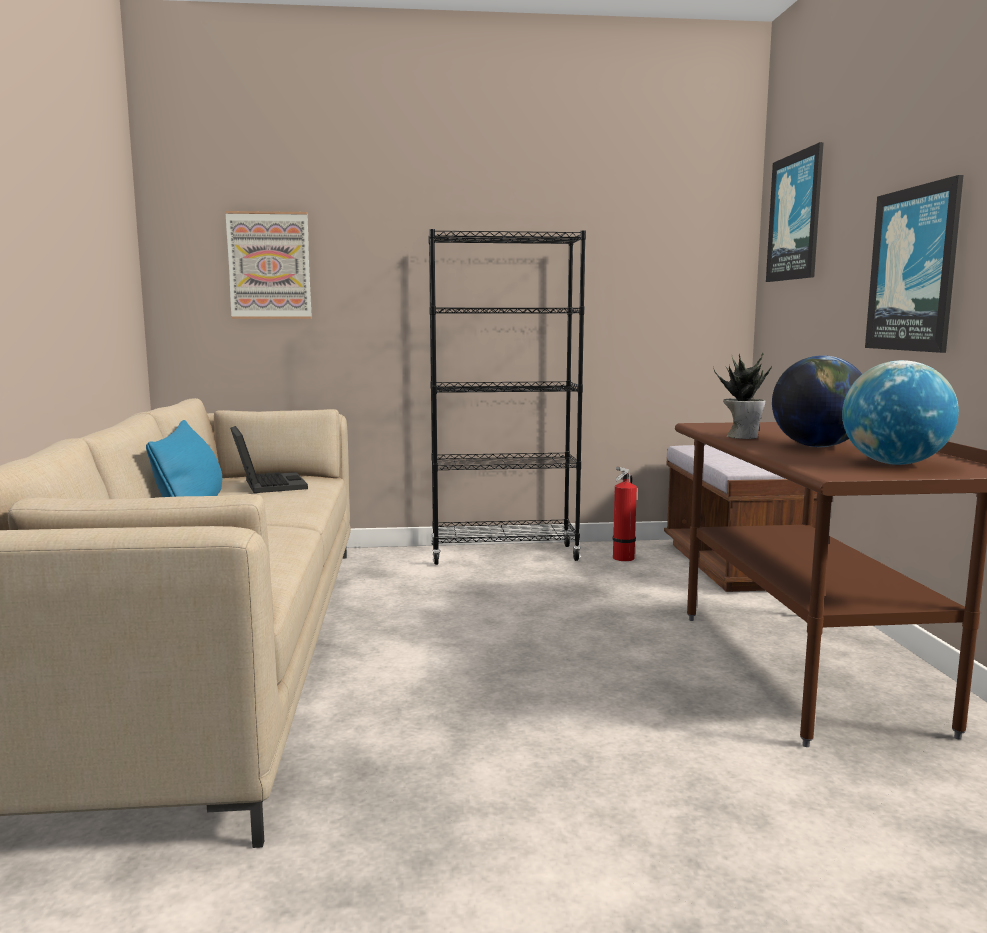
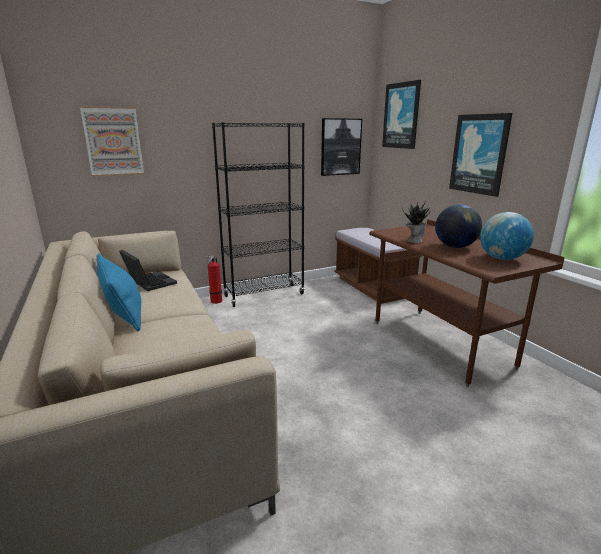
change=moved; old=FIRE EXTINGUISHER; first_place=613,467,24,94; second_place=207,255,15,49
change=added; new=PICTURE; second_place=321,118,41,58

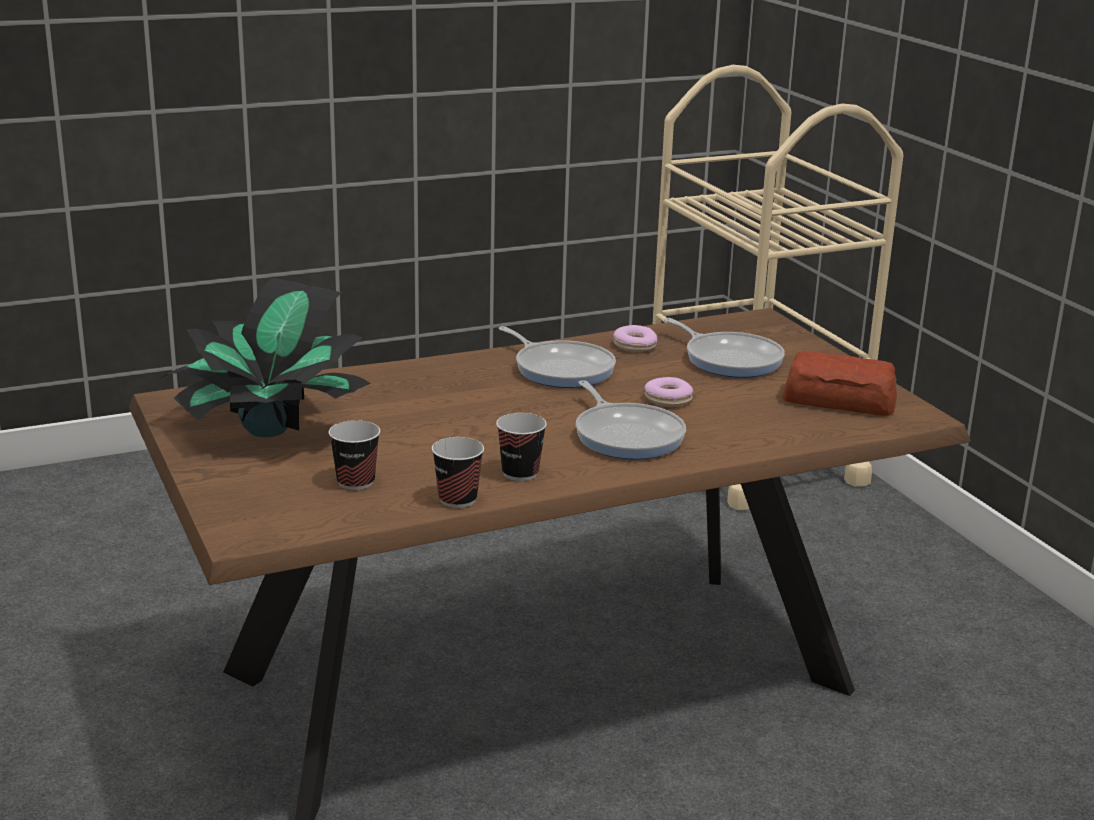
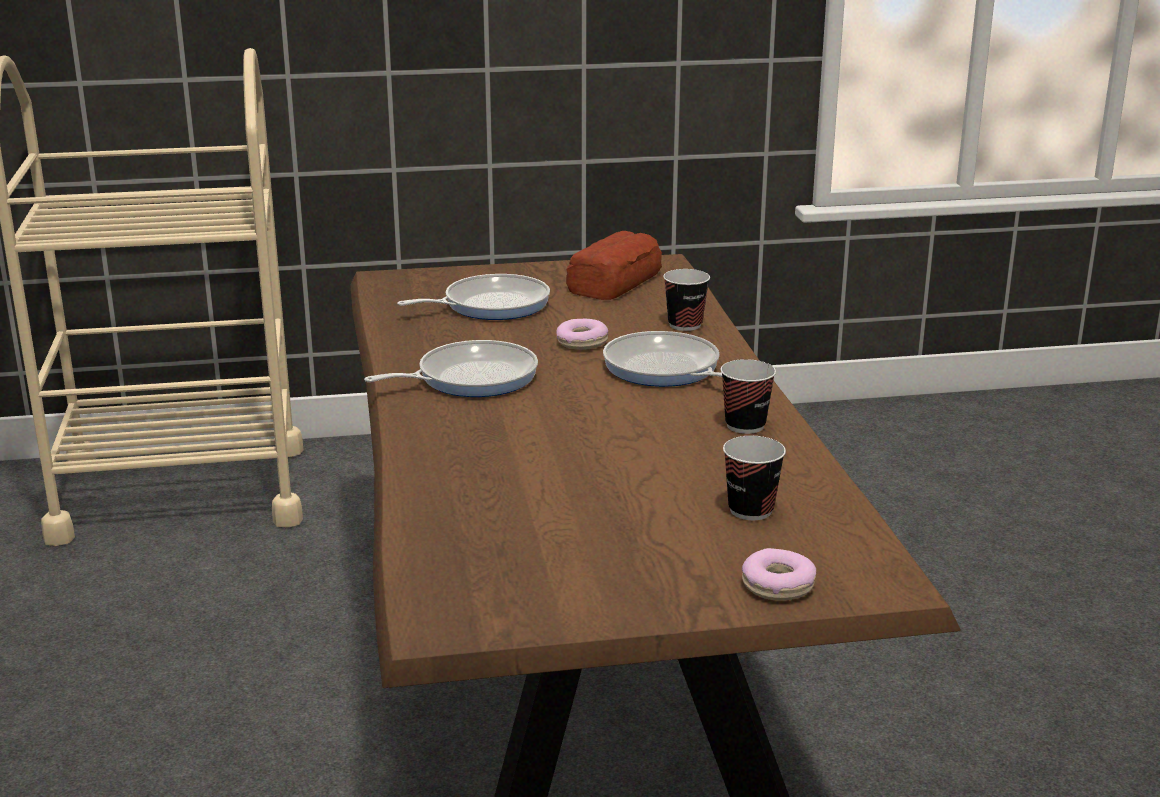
change=turned; old=FRYING PAN; first_place=576,380,110,80; second_place=603,331,119,56; degrees=-120
change=moved; old=CUP; first_place=432,437,52,71; second_place=663,269,47,62
change=moved; old=DONUT; first_place=613,325,44,27; second_place=742,548,74,53
change=removed; old=POTTED PLANT; first_place=161,278,210,159

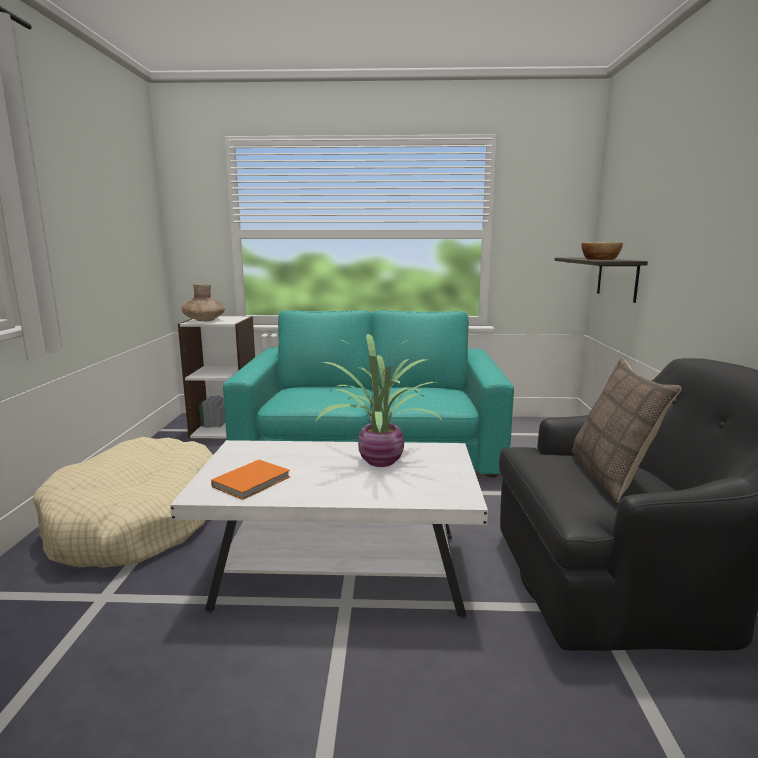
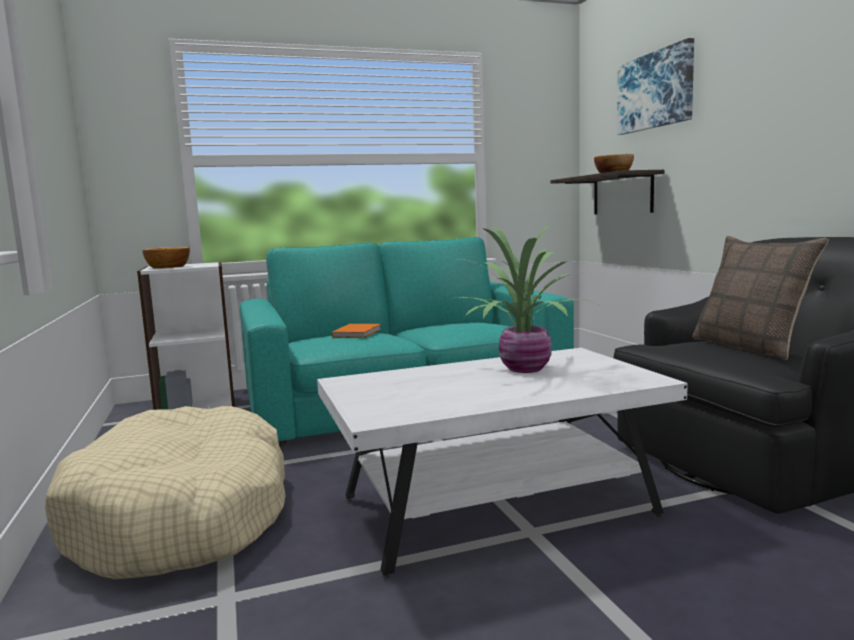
change=replaced; old=BROWN VASE; new=BOWL; first_place=181,284,44,37; second_place=142,247,48,21
change=moved; old=ORANGE BOOK; first_place=211,460,79,40; second_place=332,324,49,14
change=added; new=PICTURE; second_place=617,38,77,97

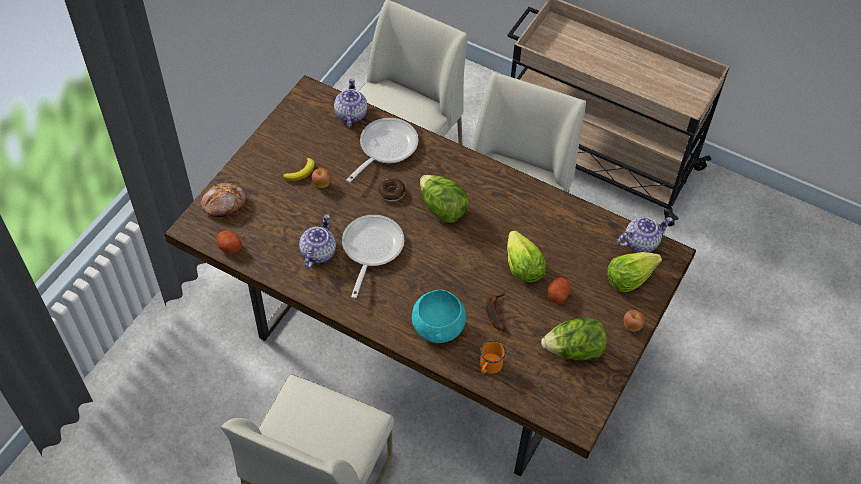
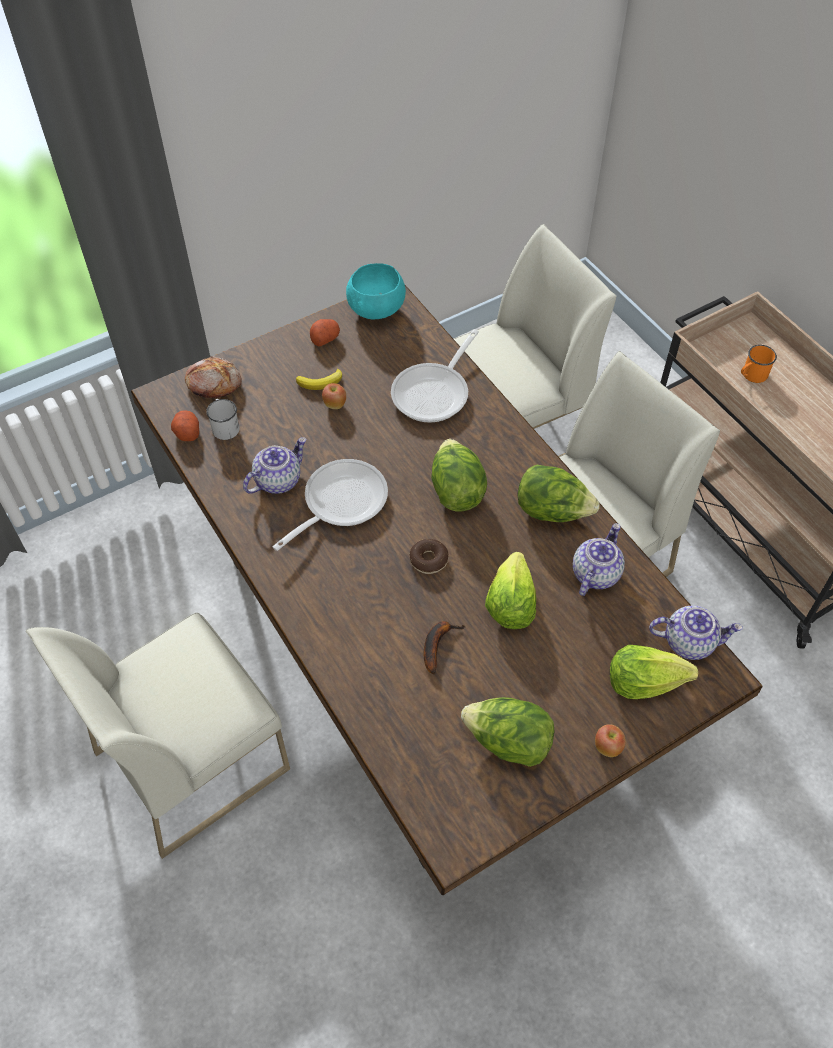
change=added; new=WHITE MUG; second_place=206,399,33,41
change=moved; old=POTATO; first_place=548,278,23,26; second_place=310,319,30,27
change=moved; old=TURQUOISE BOWL; first_place=412,290,54,53; second_place=346,263,60,56
change=turned; old=FRYING PAN; first_place=346,118,73,64; second_place=391,329,88,94; degrees=150
change=moved; old=DONUT; first_place=378,178,27,24; second_place=410,539,39,35
change=added; new=LETTUCE; second_place=518,465,82,57
change=moved; old=TEAPOT; first_place=334,78,33,50; second_place=573,523,52,73
change=moved; old=ORANGE MUG; first_place=480,341,26,33; second_place=741,345,36,38

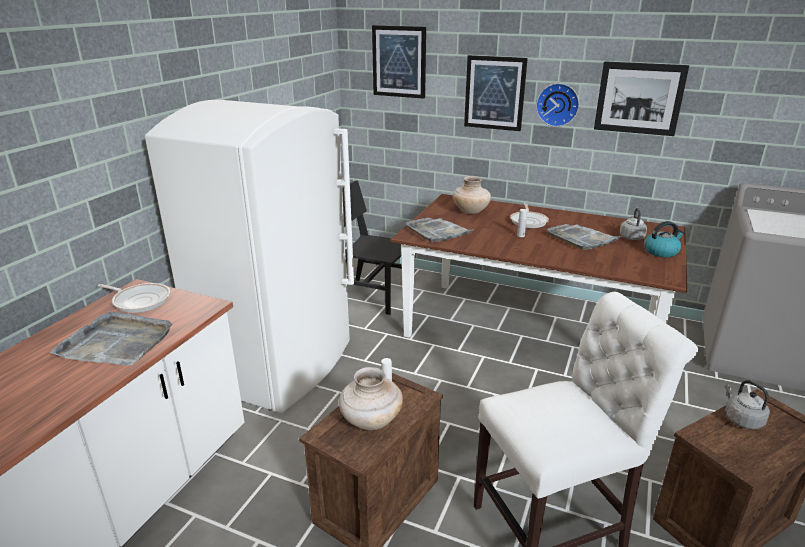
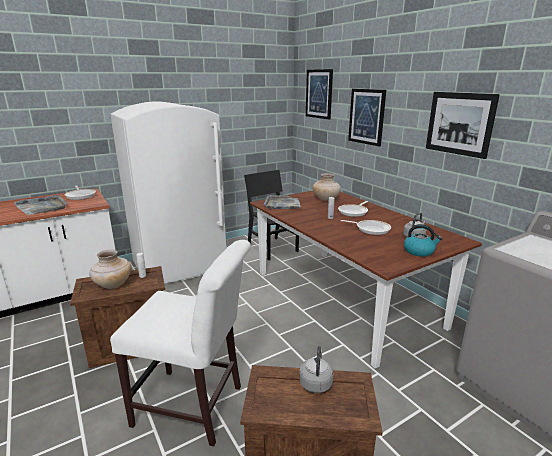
change=replaced; old=GREY TRAY; new=FRYING PAN; first_place=547,224,74,26; second_place=341,220,50,15
change=removed; old=WALL CLOCK; first_place=536,83,43,44

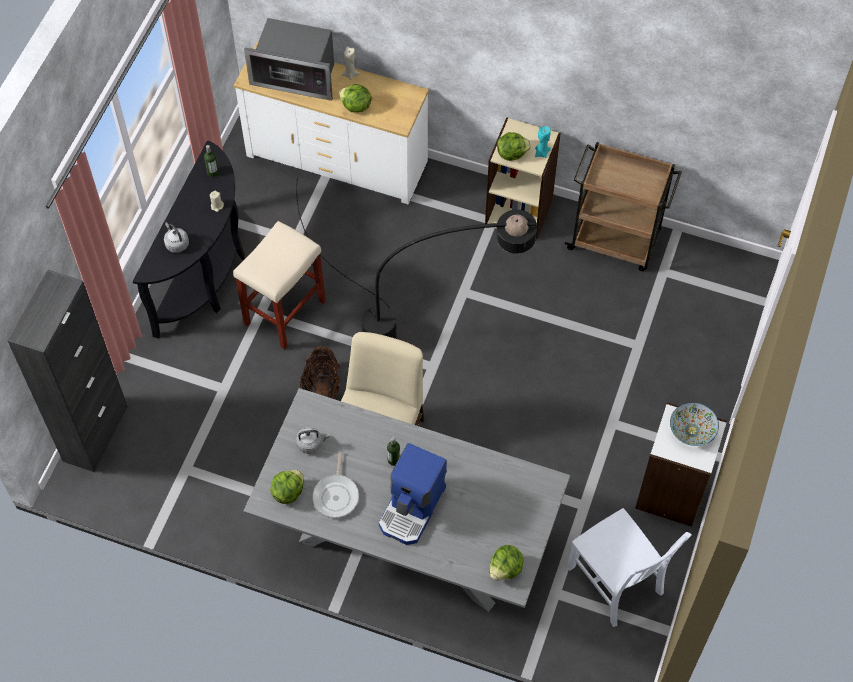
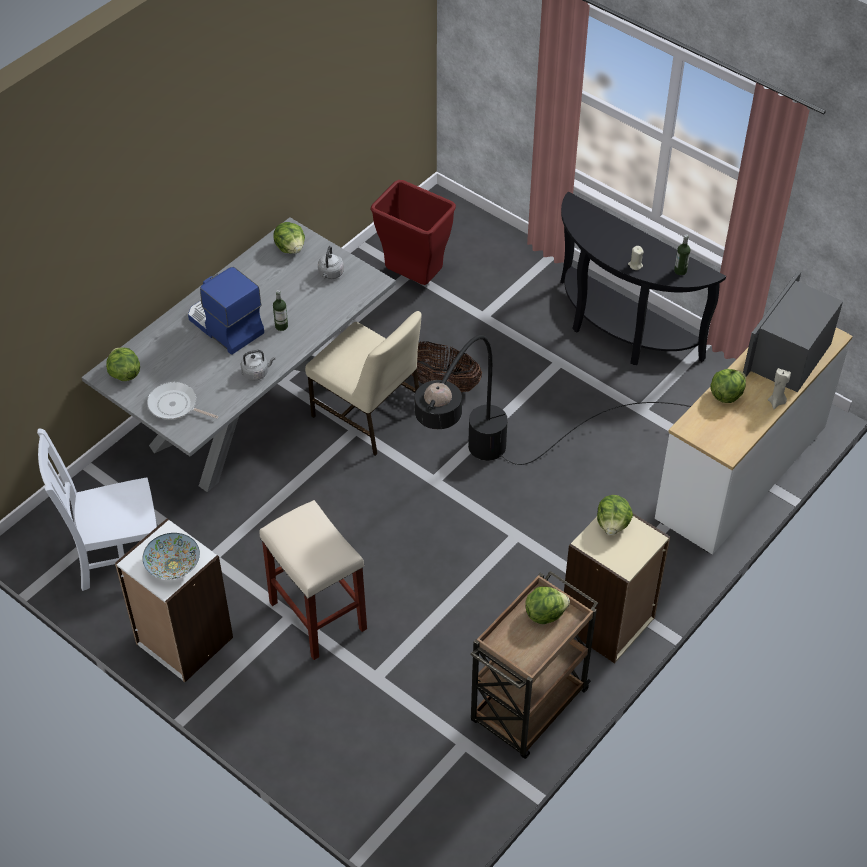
change=moved; old=FRYING PAN; first_place=312,452,47,66; second_place=147,382,72,37
change=moved; old=GREY KETTLE; first_place=164,222,25,31; second_place=240,350,35,31
change=moved; old=BEIGE STOOL; first_place=233,221,93,128; second_place=259,500,108,160
change=added; new=RED TRASH CAN; second_place=370,180,86,105
change=added; new=LETTUCE; second_place=525,587,45,37
change=removed; old=BLACK CABINET; first_place=7,270,121,202
change=removed; old=TURQUOISE CANDLE; first_place=535,126,16,32

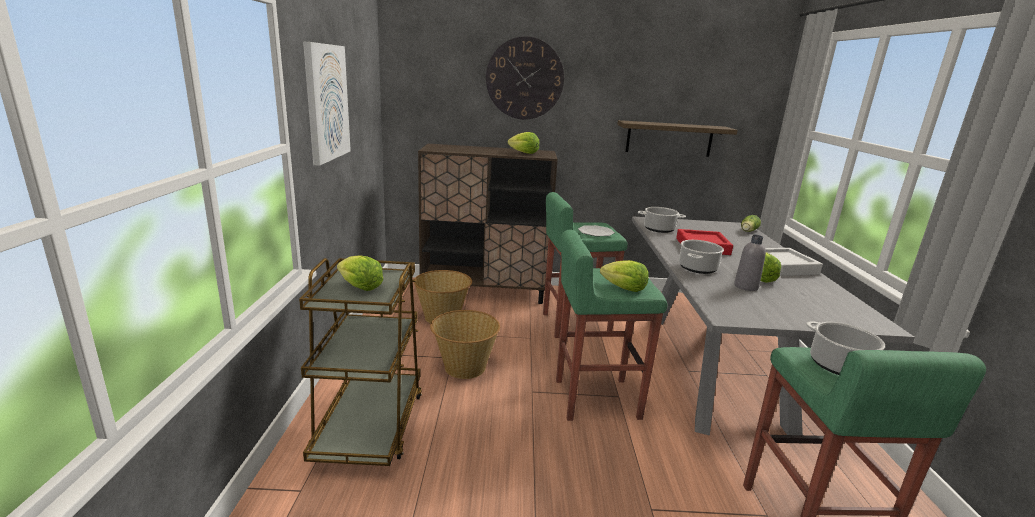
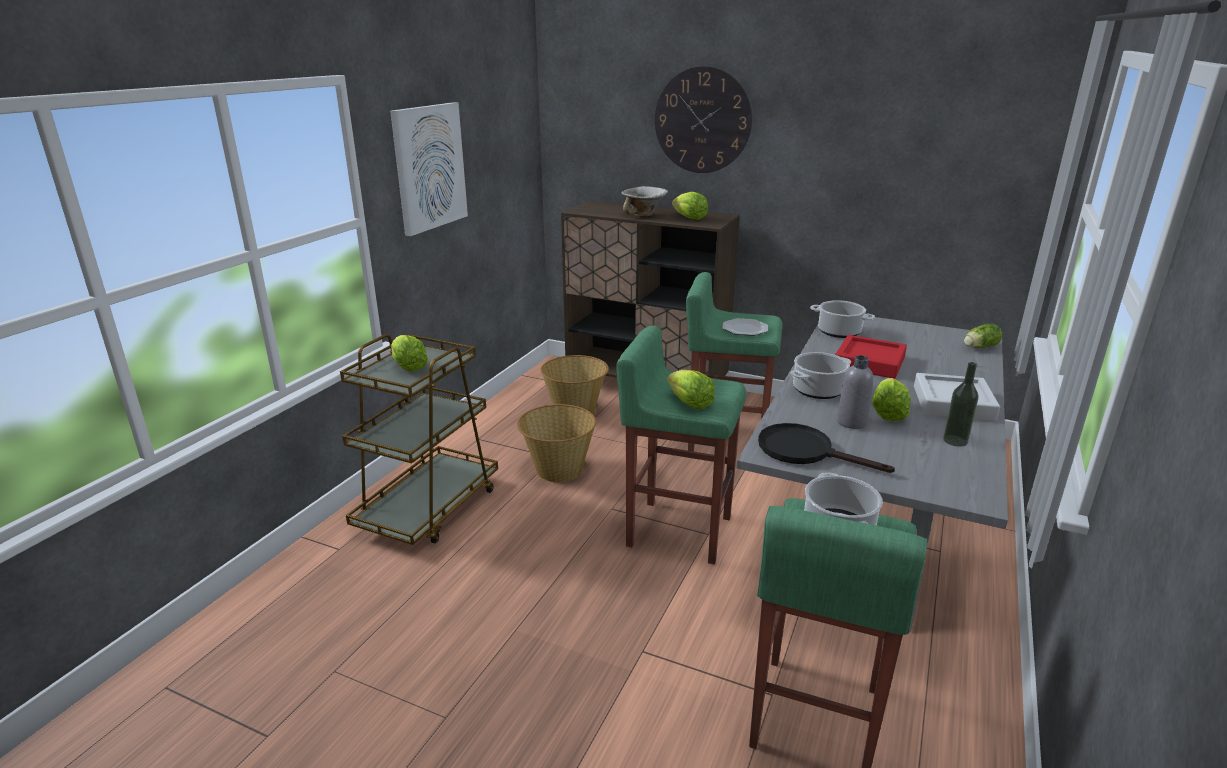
change=added; new=BOWL; second_place=622,186,46,30
change=added; new=BLACK FRYING PAN; second_place=758,423,137,50
change=added; new=BOTTLE; second_place=943,362,35,85
change=removed; old=SHELF; first_place=617,120,121,37

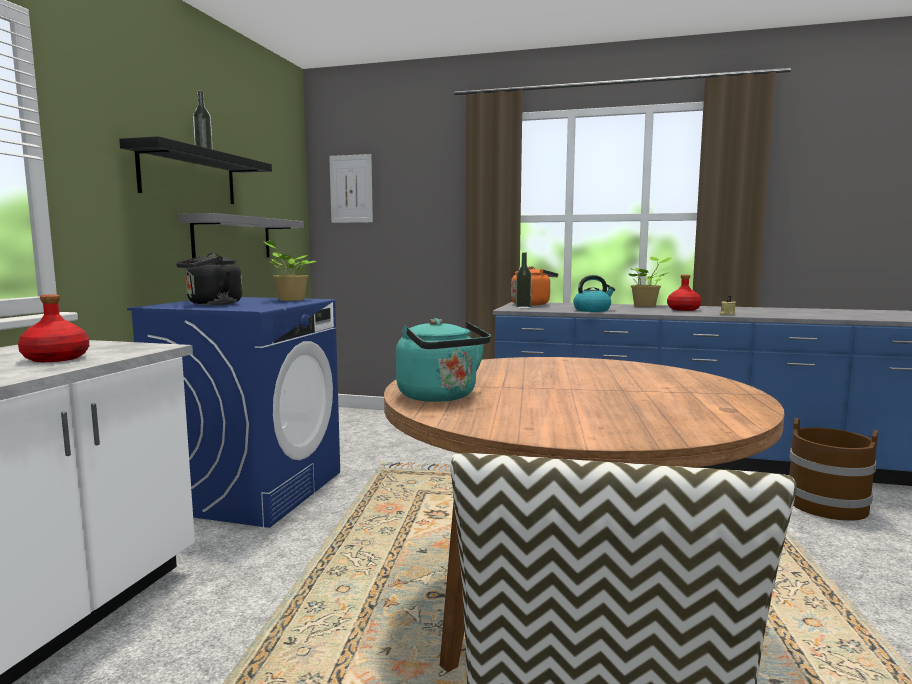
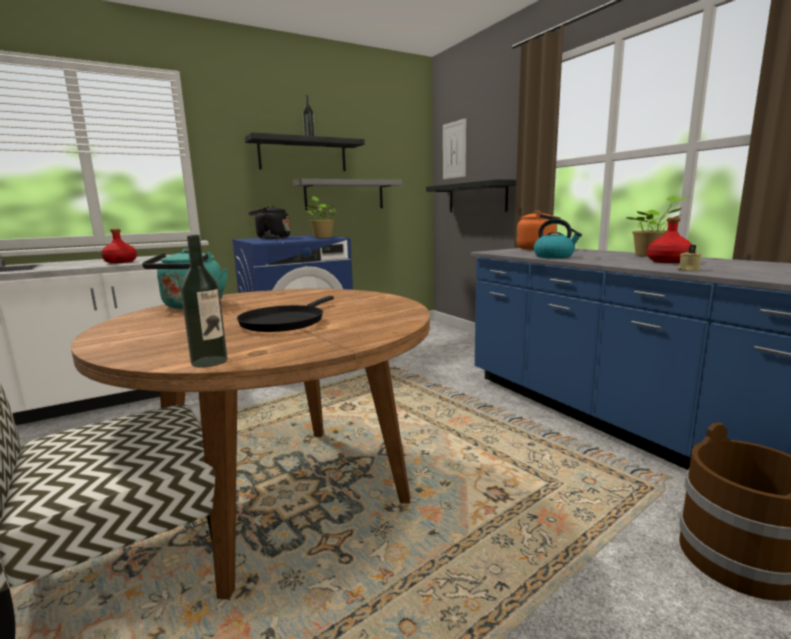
change=moved; old=BOTTLE; first_place=516,253,16,55; second_place=181,235,46,133
change=added; new=BLACK FRYING PAN; second_place=237,296,97,36
change=added; new=BLACK SHELF; second_place=426,179,90,34

